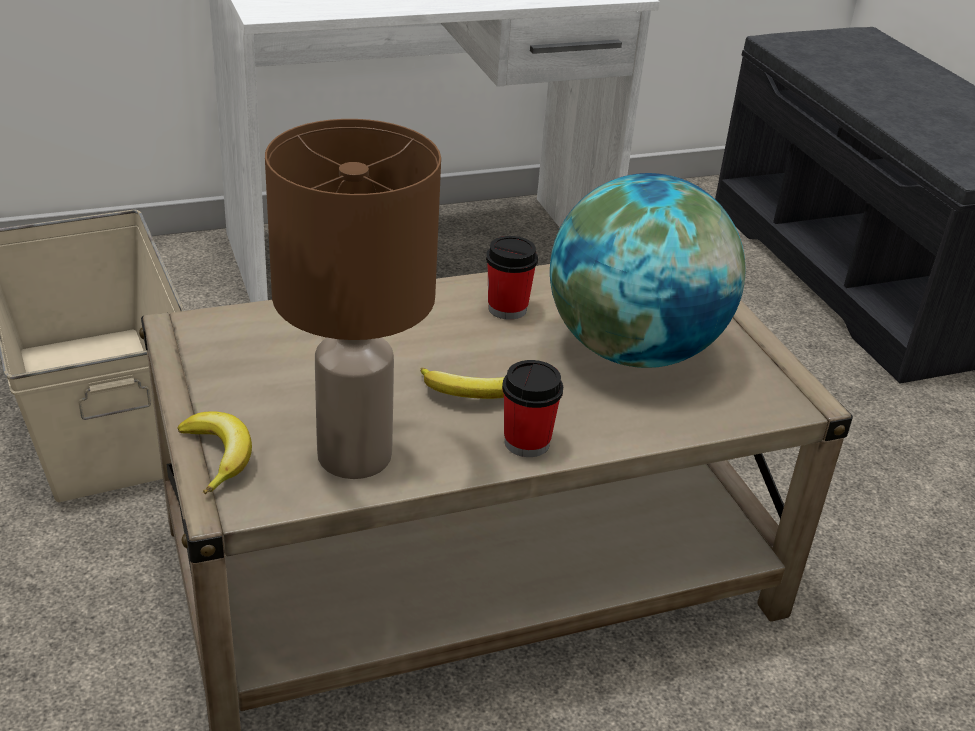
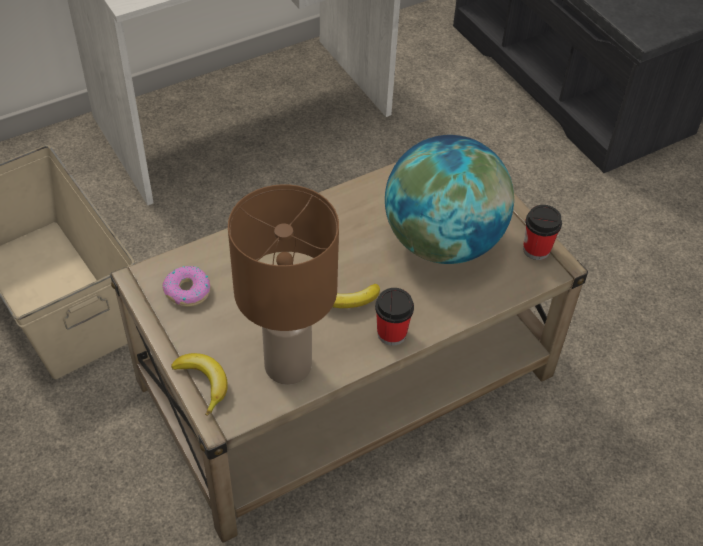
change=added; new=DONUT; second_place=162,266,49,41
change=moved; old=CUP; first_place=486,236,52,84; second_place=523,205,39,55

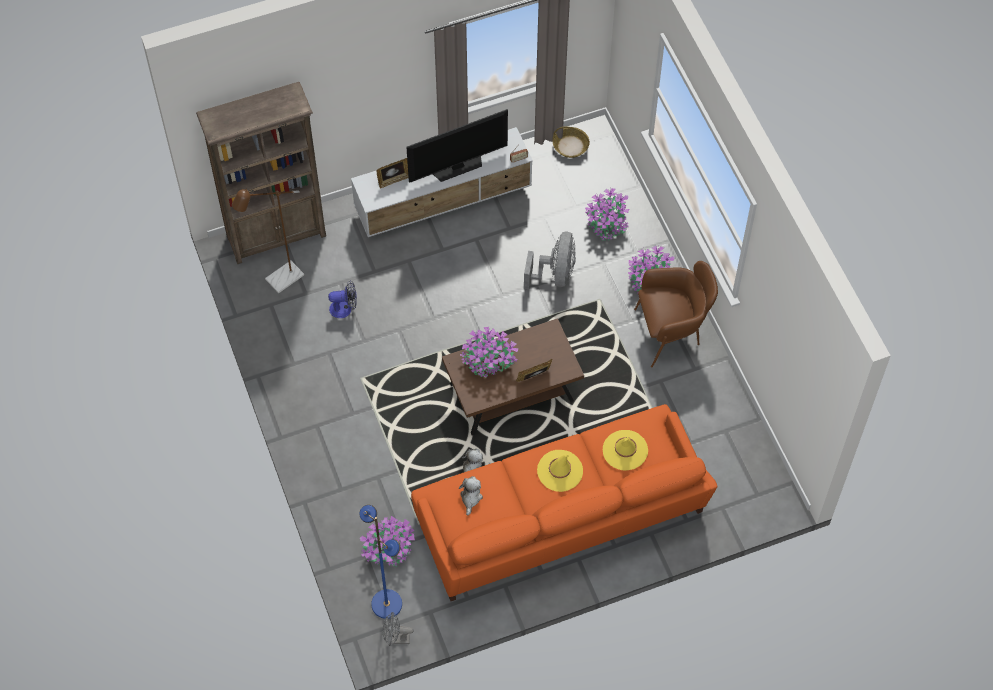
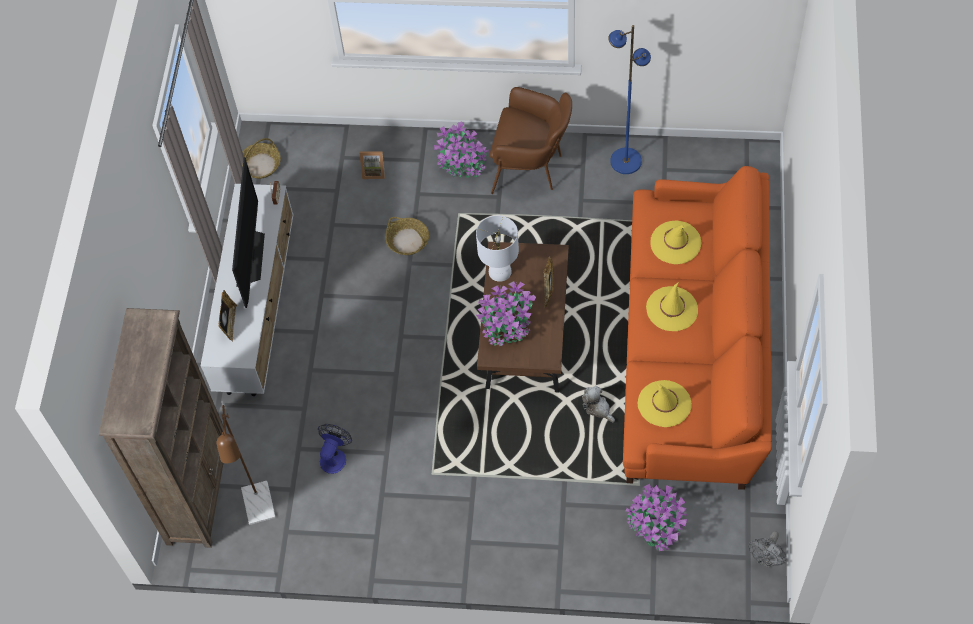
change=replaced; old=POTTED PLANT; new=PICTURE FRAME; first_place=585,188,44,53; second_place=360,151,25,28
change=replaced; old=GREY FAN; new=BASKET; first_place=524,232,52,58; second_place=385,217,44,38
change=added; new=WHITE TABLE LAMP; second_place=476,215,43,67
change=turned; old=BROWN ARMCHAIR; first_place=634,261,84,106; second_place=490,87,82,107; degrees=90
change=moved; old=BLUE FLOOR LAMP; first_place=359,505,43,114; second_place=608,25,43,149
change=replaced; old=PLUSH TOY; new=YELLOW HAT; first_place=459,476,24,39; second_place=638,380,54,47

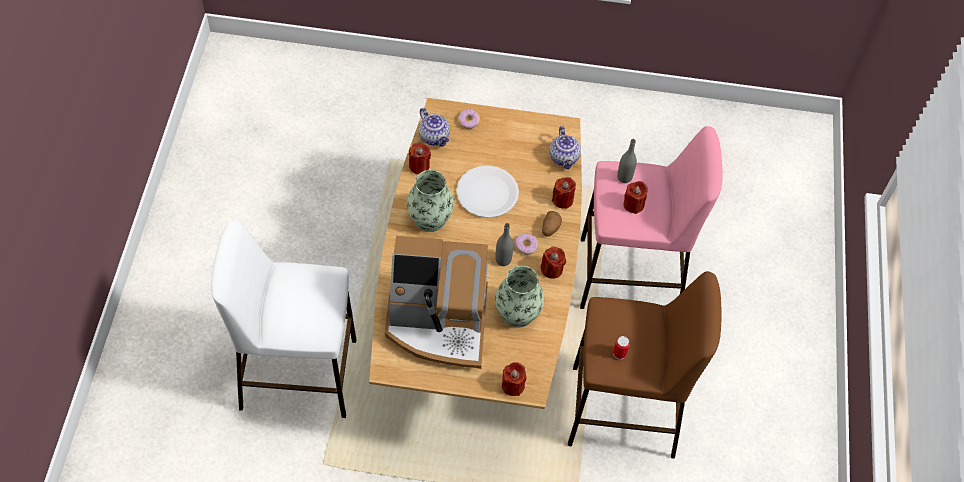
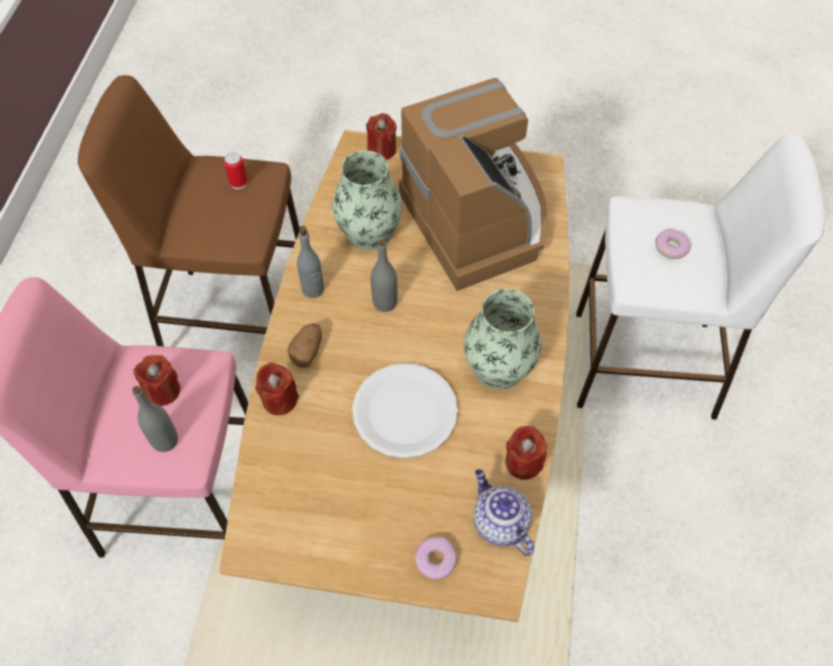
change=replaced; old=RED CANDLE; new=GREY BOTTLE; first_place=541,247,25,32; second_place=297,226,27,72
change=turned; old=COFFEE MACHINE; first_place=385,236,103,133; second_place=399,78,148,213; degrees=60
change=moved; old=DONUT; first_place=515,234,23,21; second_place=655,229,36,30
change=removed; old=TEAPOT; first_place=549,126,32,43

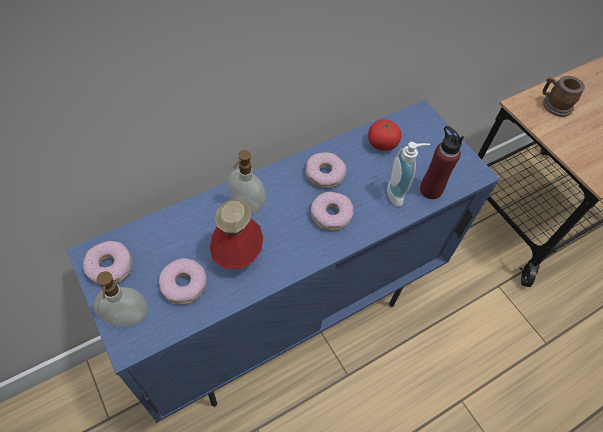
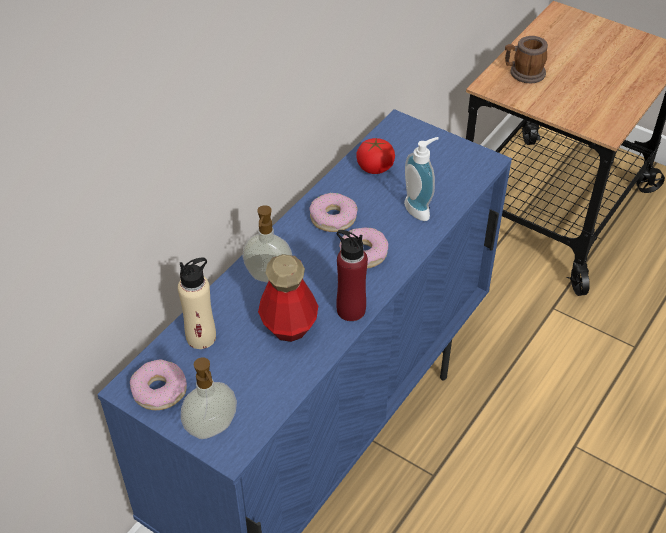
change=added; new=BEIGE BOTTLE; second_place=178,257,38,92
change=moved; old=RED BOTTLE; first_place=420,126,44,73; second_place=336,230,32,91
change=removed; old=DONUT; first_place=159,258,48,47

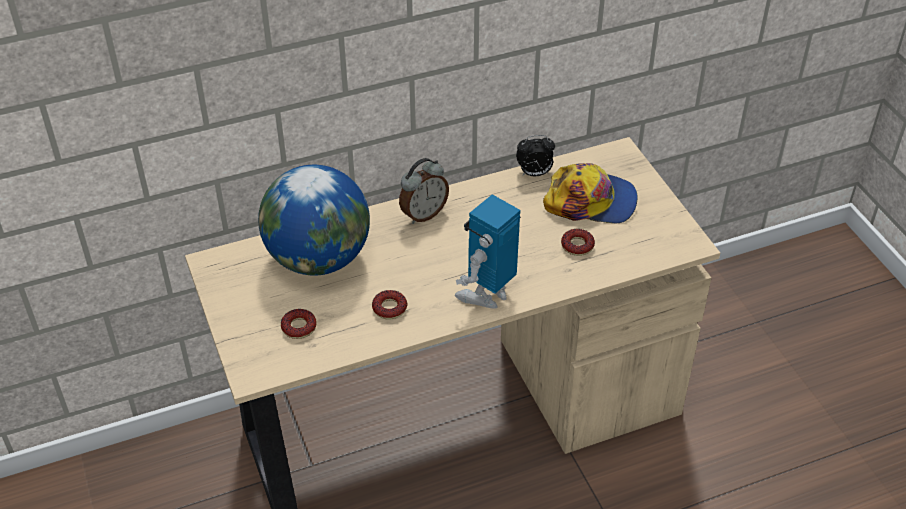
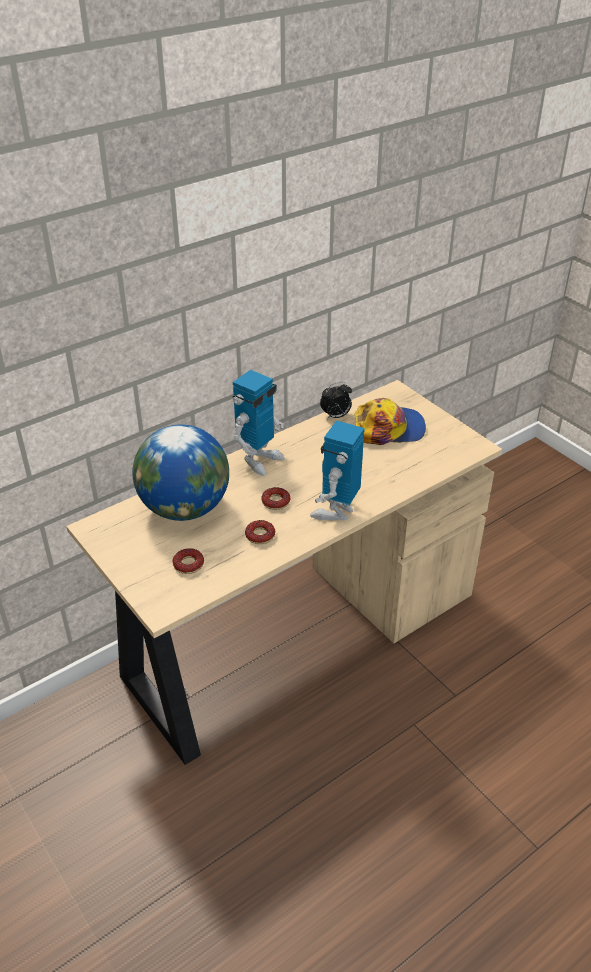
change=replaced; old=ALARM CLOCK; new=TOY ROBOT; first_place=399,158,50,66; second_place=232,370,53,106
change=moved; old=DONUT; first_place=561,229,34,27; second_place=261,487,29,23

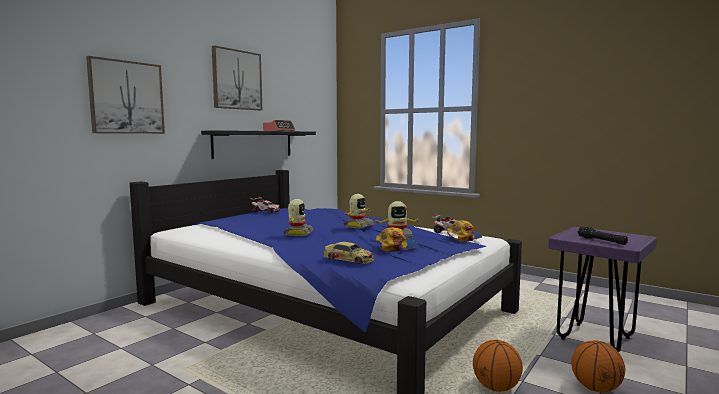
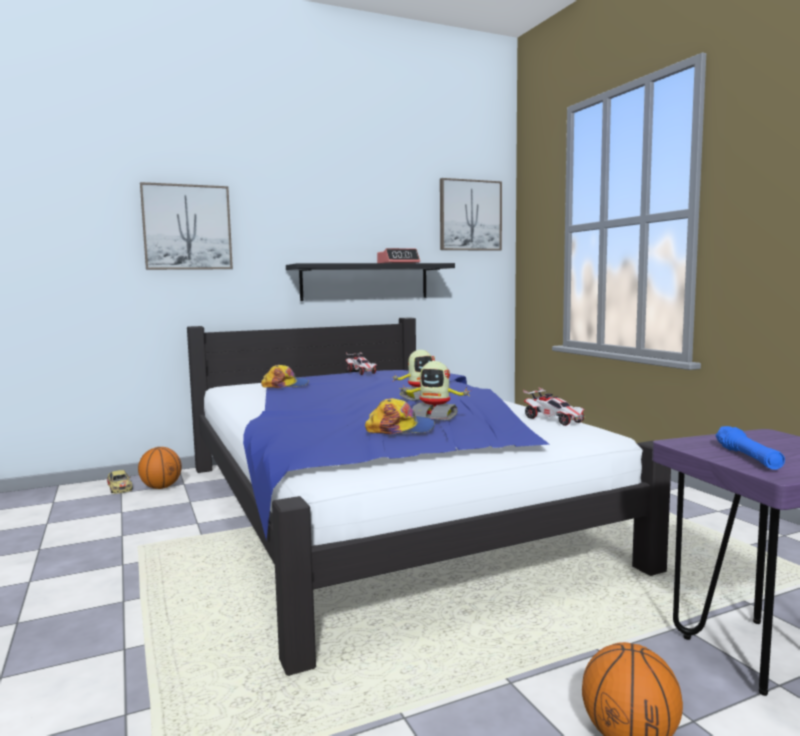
change=moved; old=TOY CAR; first_place=324,242,50,22; second_place=107,470,26,24
change=moved; old=BASKETBALL; first_place=473,340,50,52; second_place=138,447,44,42
change=moved; old=CAP; first_place=447,220,35,22; second_place=261,365,48,23
change=moved; old=PICTURE; first_place=212,45,50,65; second_place=440,178,62,73
change=recoloured; old=BLACK FLASHLIGHT; new=BLUE FLASHLIGHT; first_place=577,227,51,18; second_place=716,426,69,44
change=removed; old=TOY ROBOT; first_place=283,199,31,37

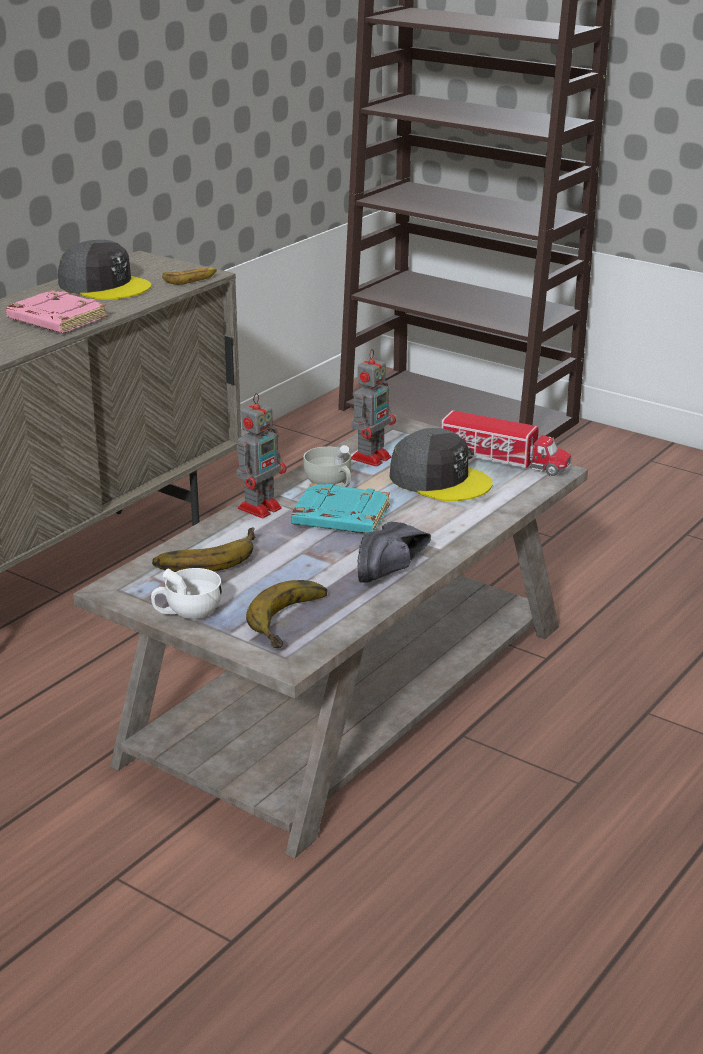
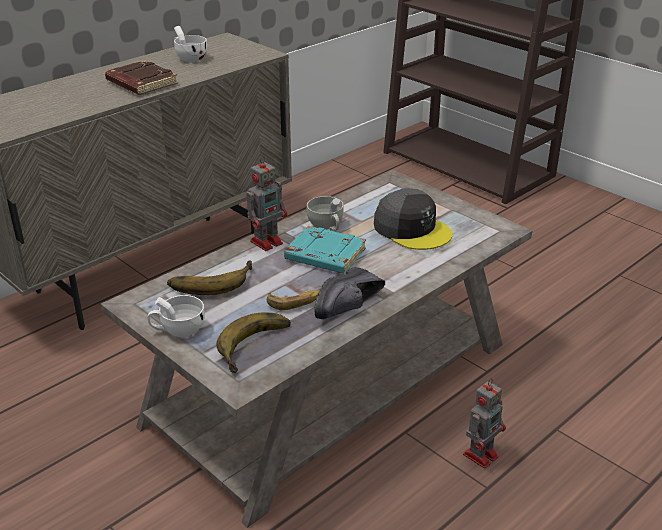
change=recoloured; old=PINK BOOK; new=BROWN BOOK; first_place=6,290,101,43; second_place=105,60,73,35
change=replaced; old=GREY CAP; new=WHITE CUP; first_place=58,240,93,60; second_place=174,26,33,36
change=moved; old=BANANA; first_place=162,267,55,18; second_place=267,290,52,20
change=moved; old=TOY ROBOT; first_place=351,349,45,118; second_place=463,379,43,90
change=removed; old=TOY TRUCK; first_place=441,410,130,66

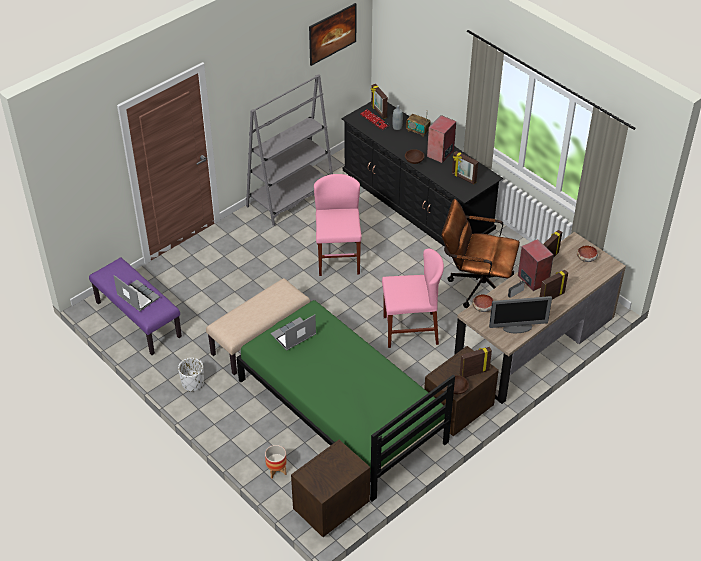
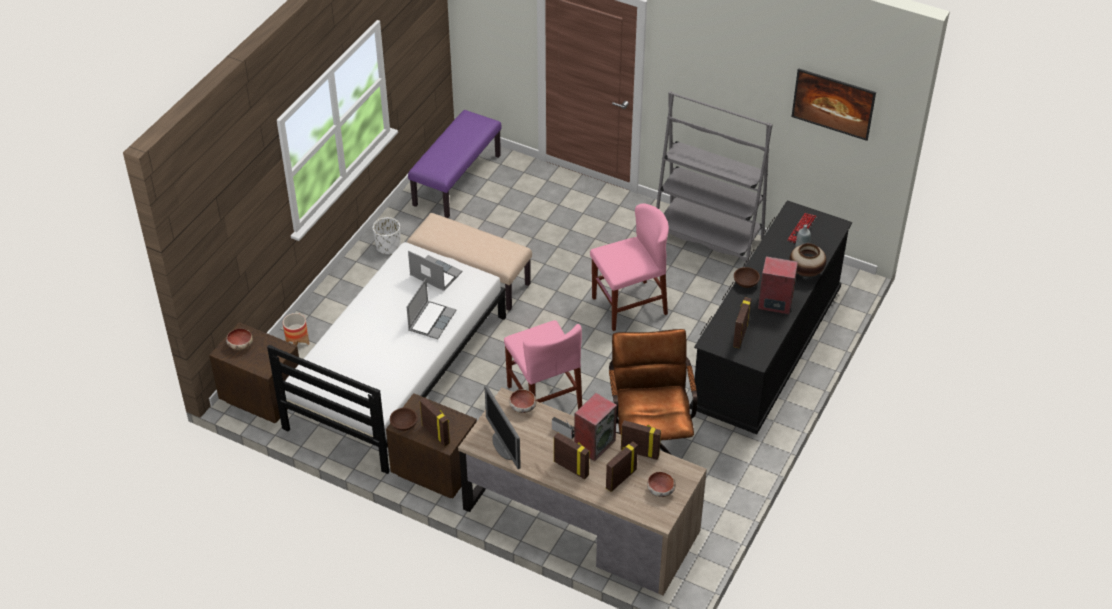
change=added; new=BOWL; second_place=226,328,27,22
change=recoloured; old=GREEN BED; new=WHITE BED; first_place=236,300,219,202; second_place=267,242,239,232
change=moved; old=LAPTOP; first_place=113,275,47,37; second_place=407,278,49,61
change=moved; old=PICTURE FRAME; first_place=371,84,17,35; second_place=606,441,32,51
change=replaced; old=RADIO; new=VASE; first_place=406,114,25,23; second_place=789,243,37,34

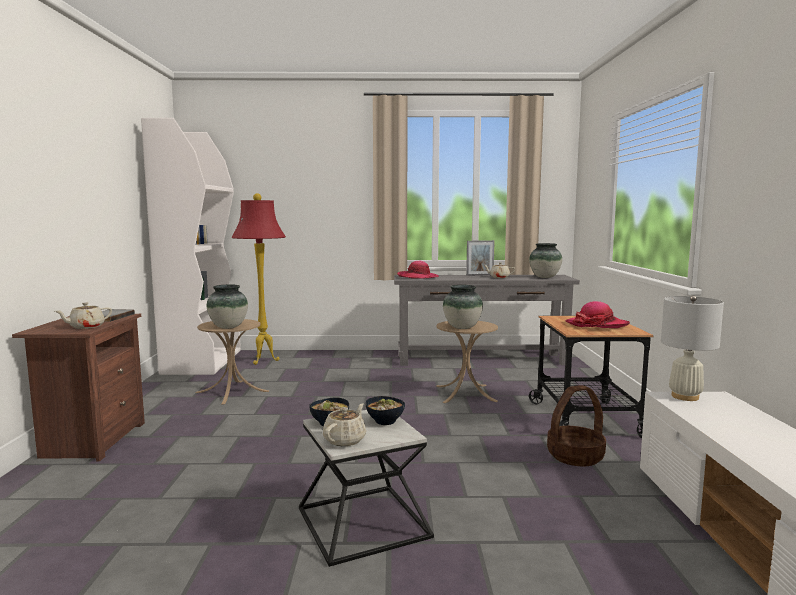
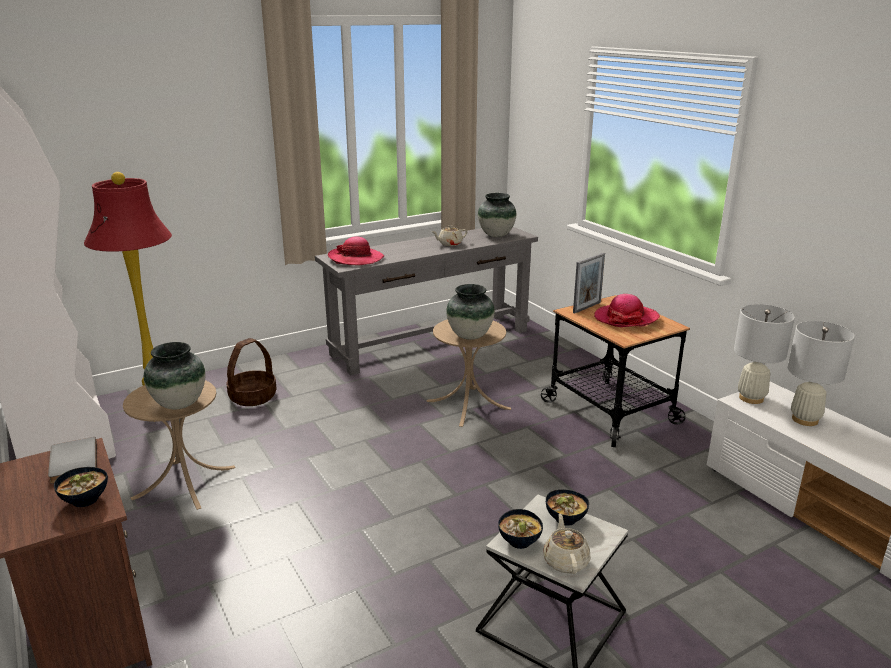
change=replaced; old=BEIGE TEAPOT; new=BOWL; first_place=55,302,57,27; second_place=54,467,54,40
change=moved; old=BASKET; first_place=547,385,59,81; second_place=226,338,50,68
change=moved; old=PICTURE FRAME; first_place=466,240,29,36; second_place=573,253,32,61
change=added; new=WHITE TABLE LAMP; second_place=788,321,67,105

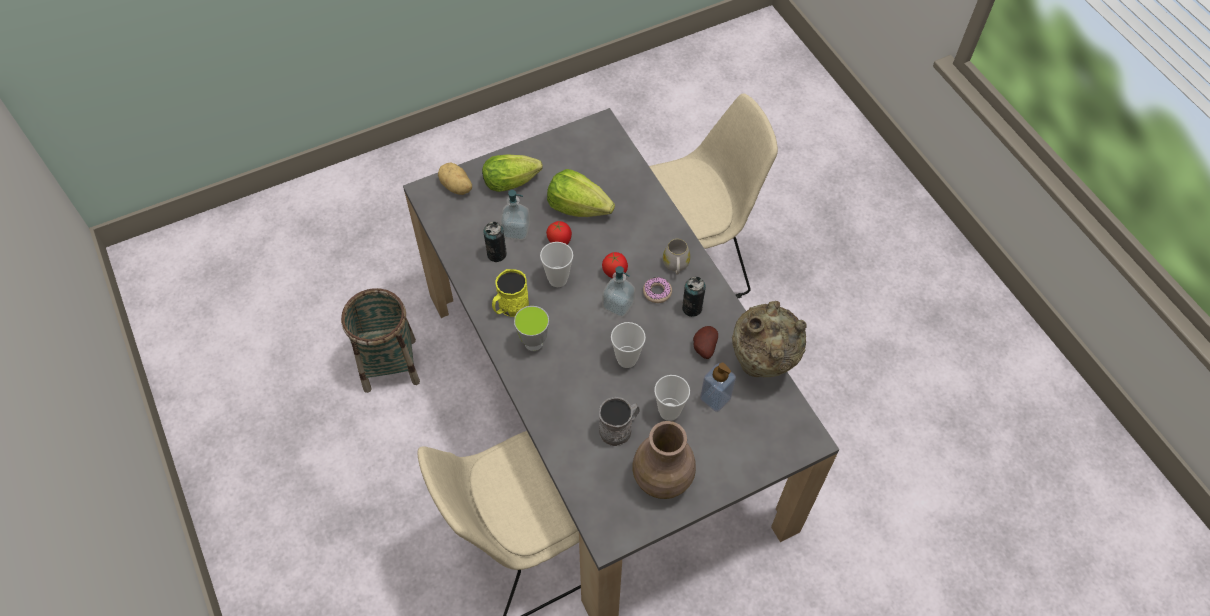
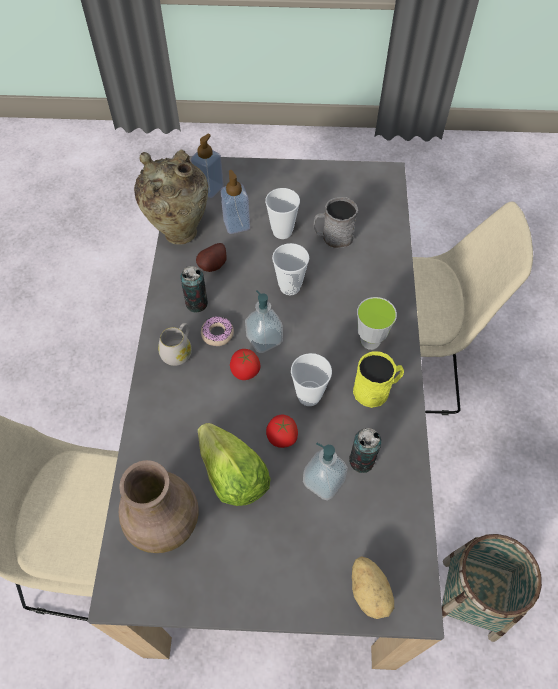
change=moved; old=BROWN VASE; first_place=632,421,64,78; second_place=119,460,80,93
change=added; new=SOAP DISPENSER; second_place=191,134,33,64
change=removed; old=LETTUCE; first_place=482,154,61,38

